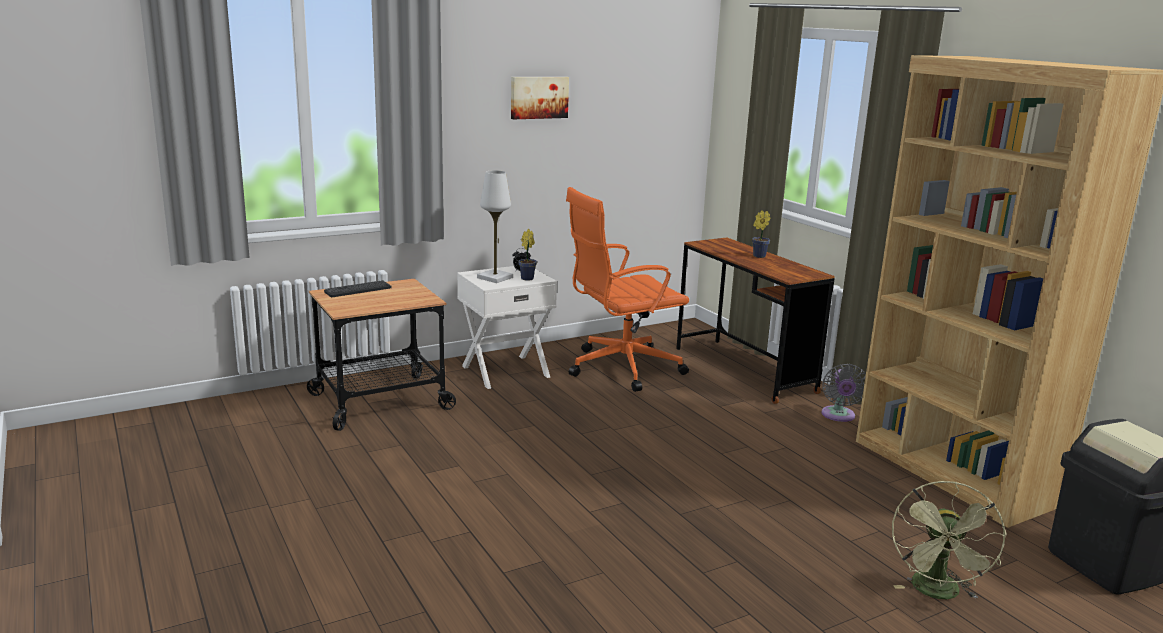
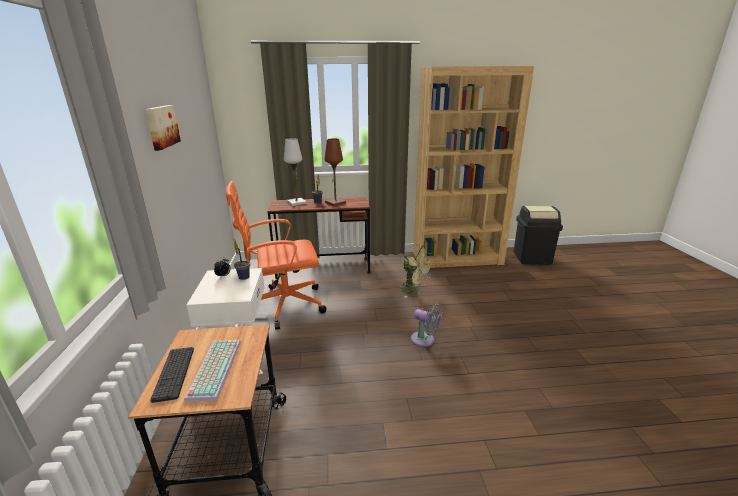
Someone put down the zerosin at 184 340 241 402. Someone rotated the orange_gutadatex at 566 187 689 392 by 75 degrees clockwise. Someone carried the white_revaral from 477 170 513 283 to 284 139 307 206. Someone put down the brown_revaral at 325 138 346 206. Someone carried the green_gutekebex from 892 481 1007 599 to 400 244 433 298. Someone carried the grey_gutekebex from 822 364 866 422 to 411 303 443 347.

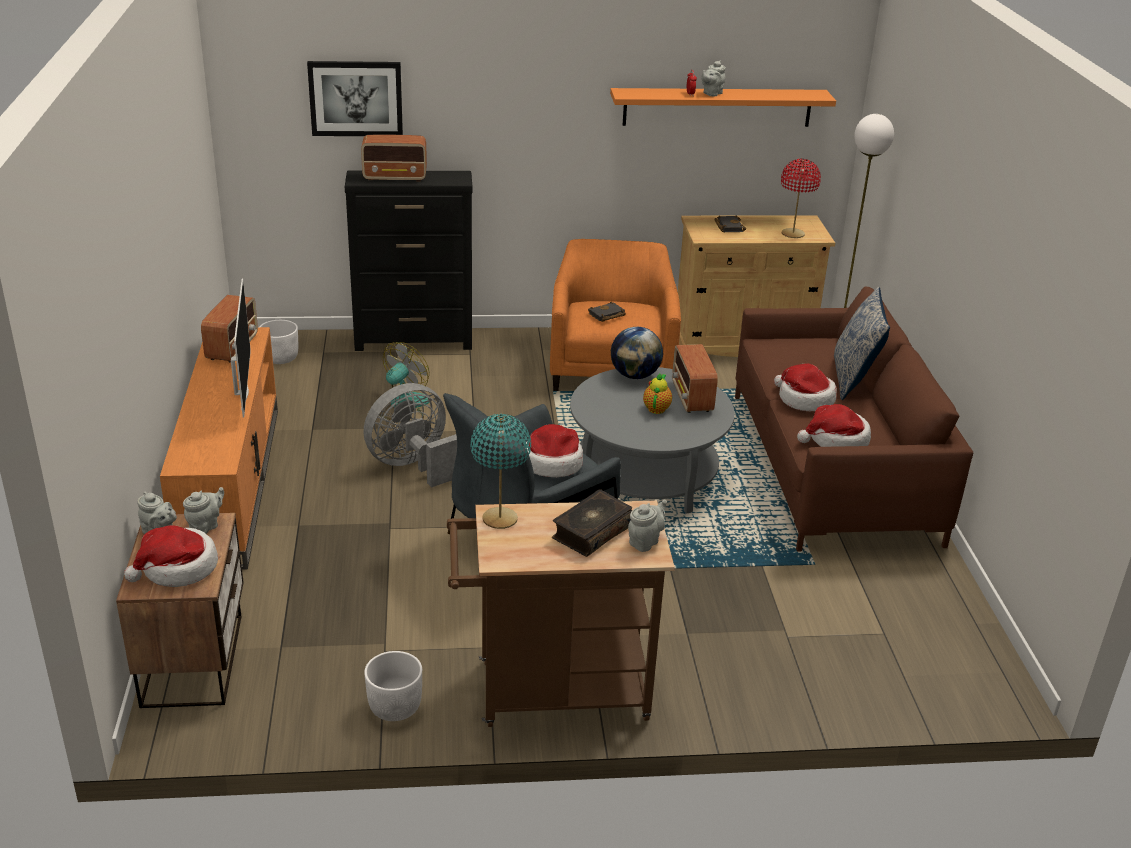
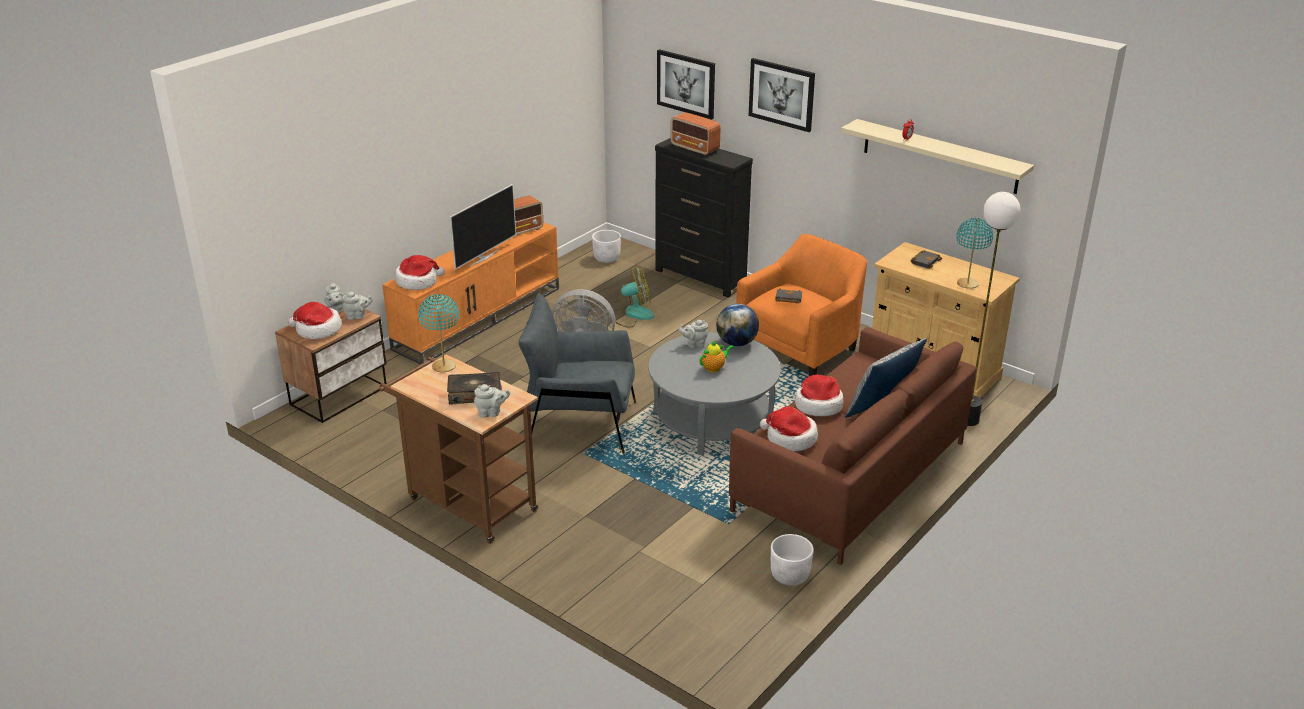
Someone carried the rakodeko from 526 424 583 477 to 395 255 445 290. Someone carried the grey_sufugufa from 701 60 726 96 to 679 320 708 348. Someone put up the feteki at 749 58 815 132. Someone carried the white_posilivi from 364 651 422 721 to 771 534 814 586. Someone repainted the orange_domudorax at 610 88 836 127, which became the beige_domudorax at 841 119 1034 194. Someone repainted the red_revaral at 781 159 821 238, which became the turquoise_revaral at 957 218 993 289. Someone took away the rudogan at 672 344 718 413.

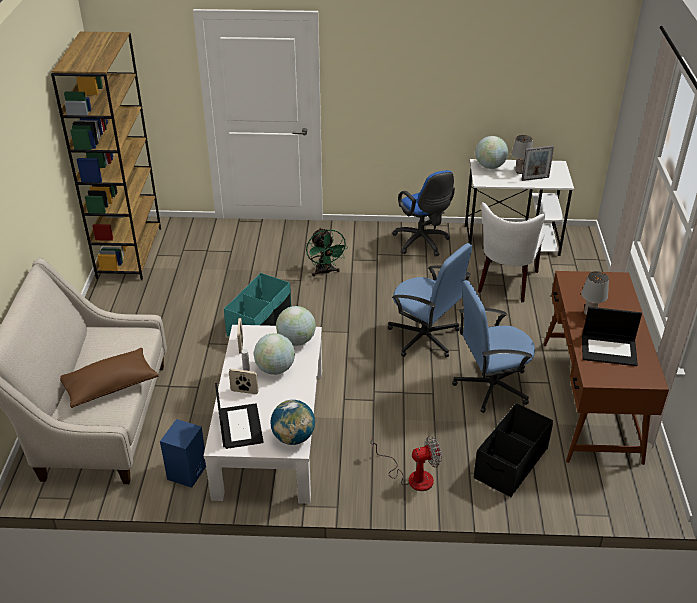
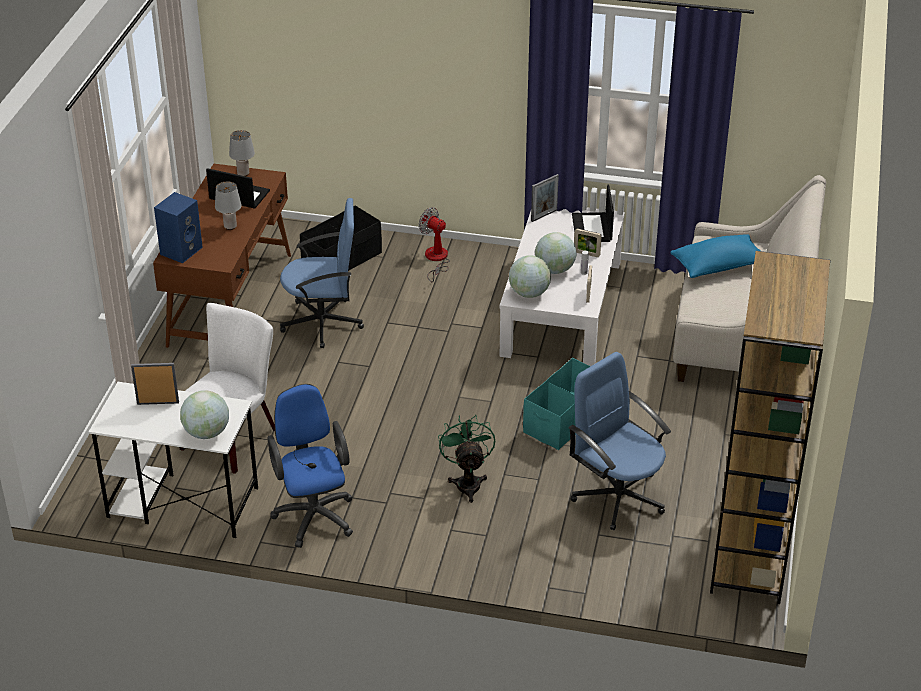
Someone carried the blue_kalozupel from 160 419 206 488 to 154 192 203 263. Someone carried the grey_revaral from 511 135 533 174 to 229 130 255 176. Someone rotated the gutekebex at 371 436 442 491 by 45 degrees clockwise. Someone swapped the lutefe at 270 400 315 445 for the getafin at 531 174 559 222. Someone carried the blue_gutadatex from 388 243 472 358 to 568 352 671 530. Someone repainted the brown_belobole at 60 348 159 408, which became the blue_belobole at 670 234 761 278.

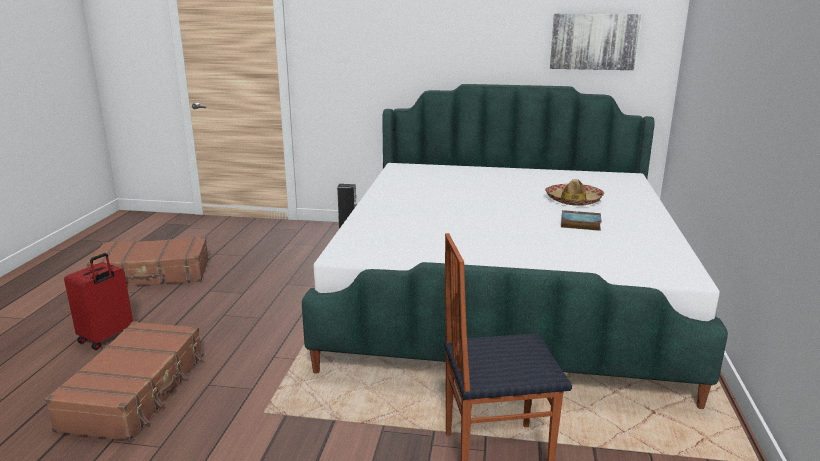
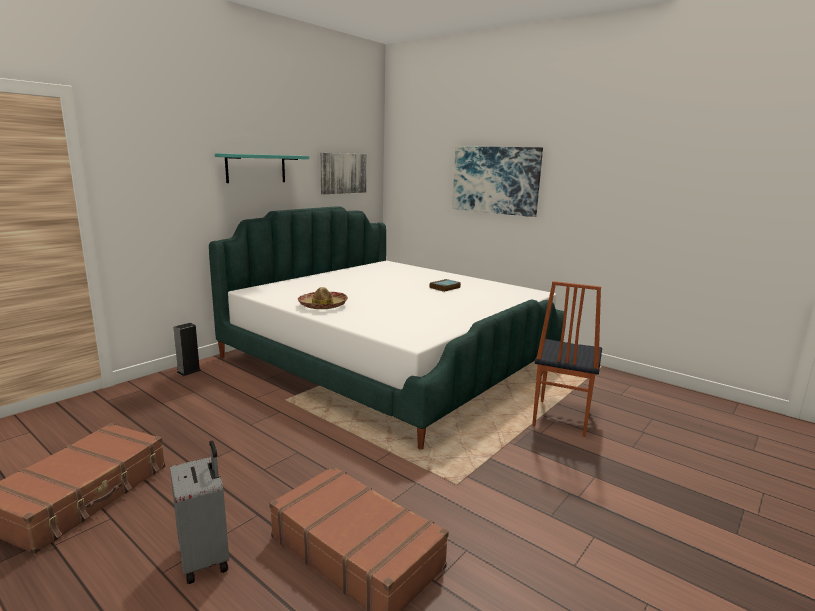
Someone repainted the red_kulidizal at 64 253 133 350, which became the grey_kulidizal at 170 441 229 584. Someone put up the turquoise_domudorax at 215 153 309 183. Someone carried the rakodeko from 545 179 604 206 to 298 287 348 309. Someone put up the feteki at 452 146 543 217.

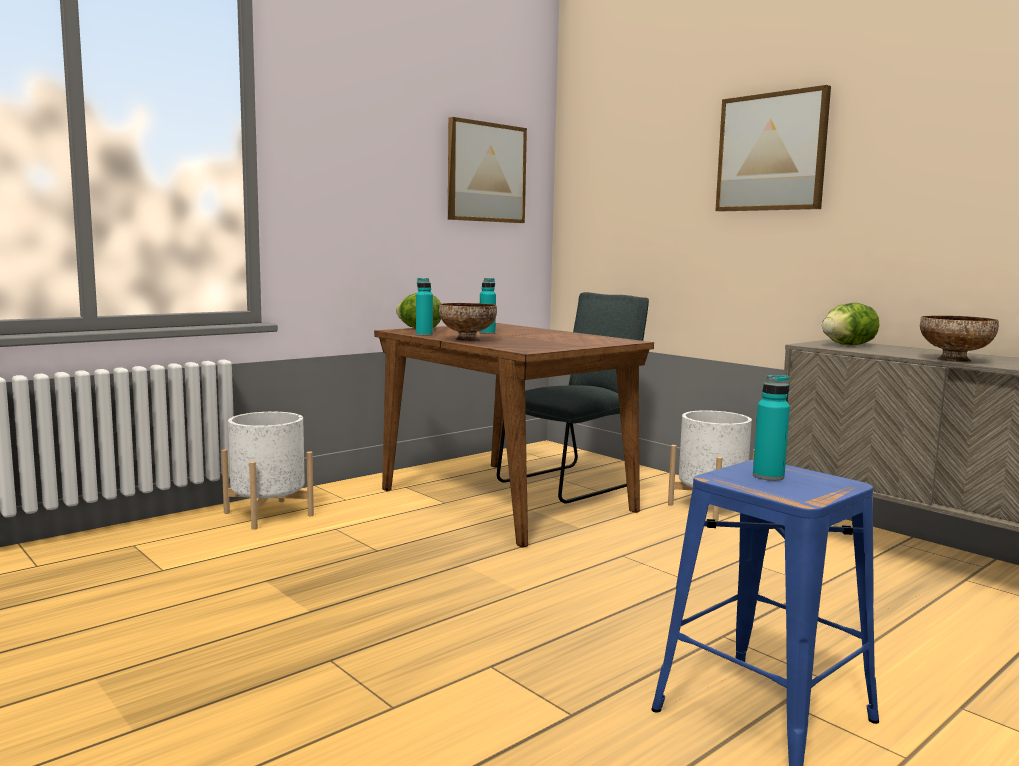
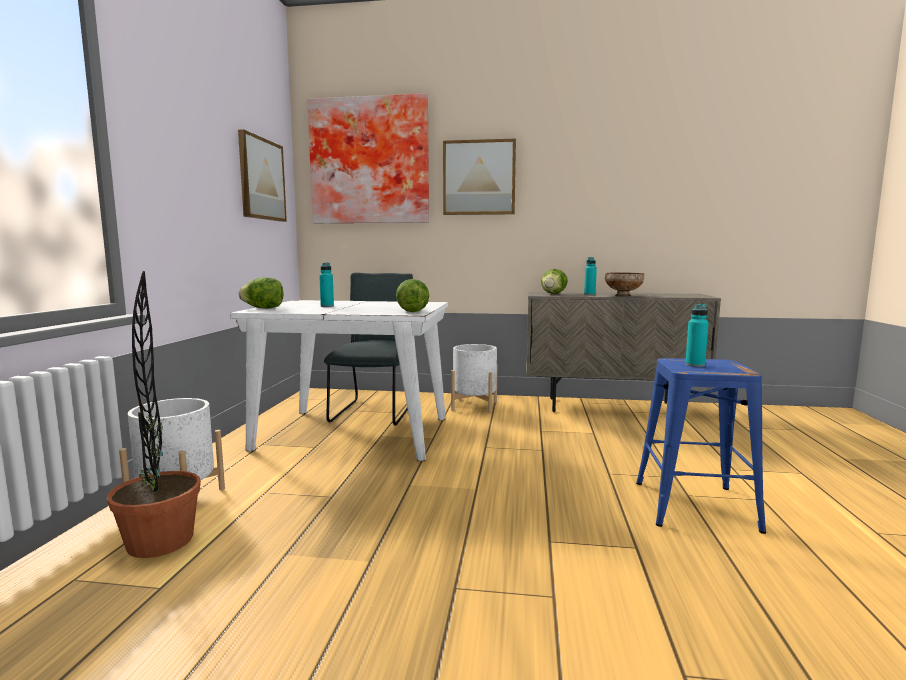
Someone put down the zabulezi at 107 271 201 558. Someone repainted the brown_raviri at 374 323 654 548, which became the white_raviri at 230 300 448 461. Someone put up the feteki at 307 93 429 223. Someone put down the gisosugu at 396 279 429 312. Someone carried the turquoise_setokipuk from 416 278 433 336 to 584 257 597 295. Someone took away the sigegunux at 439 303 497 341.

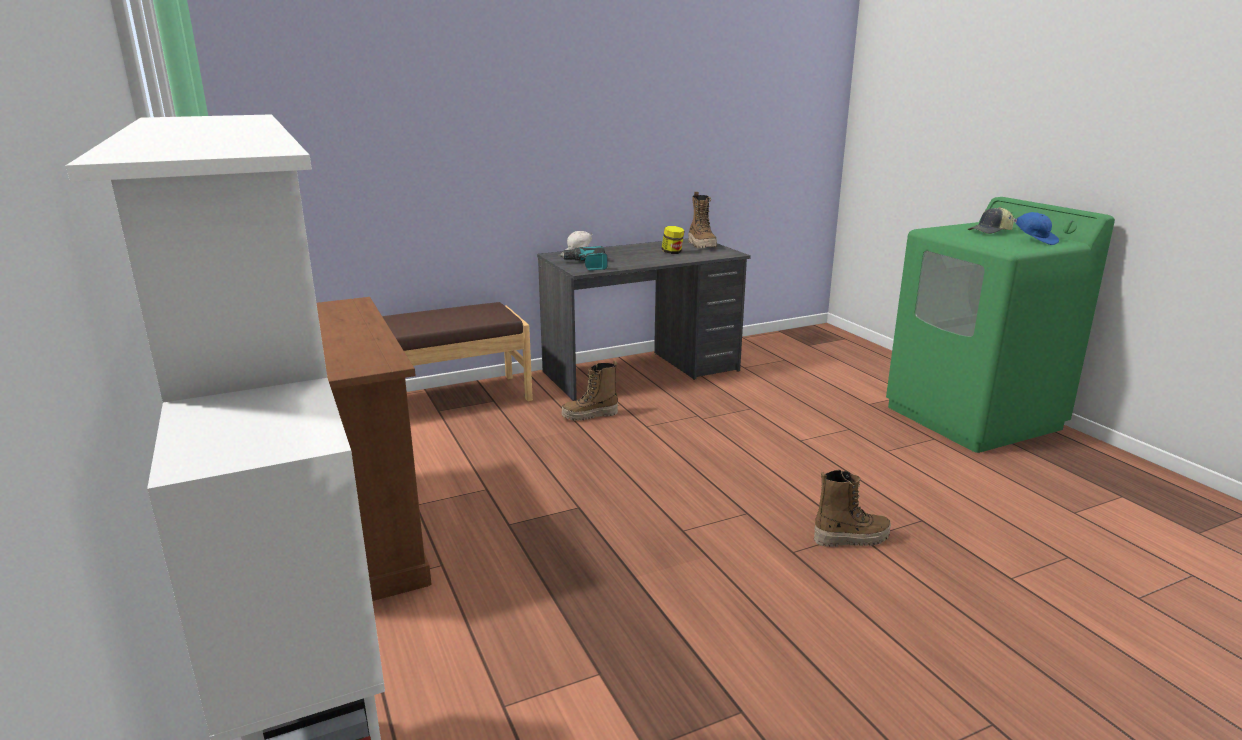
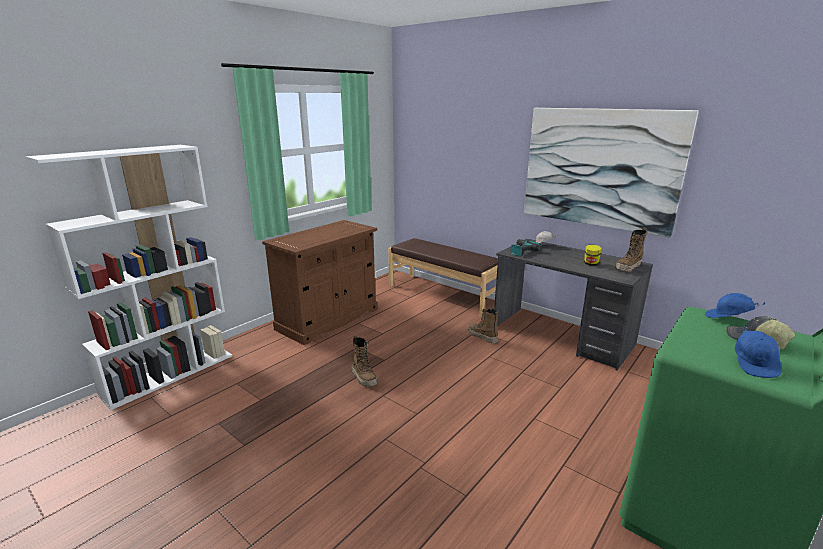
Someone carried the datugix from 814 470 891 547 to 352 335 377 387. Someone put up the feteki at 524 108 699 238. Someone put down the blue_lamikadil at 705 293 765 318.

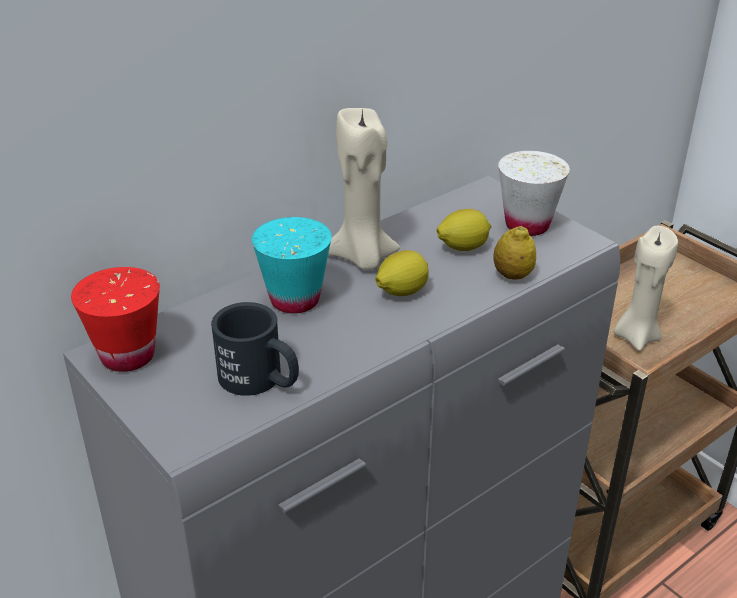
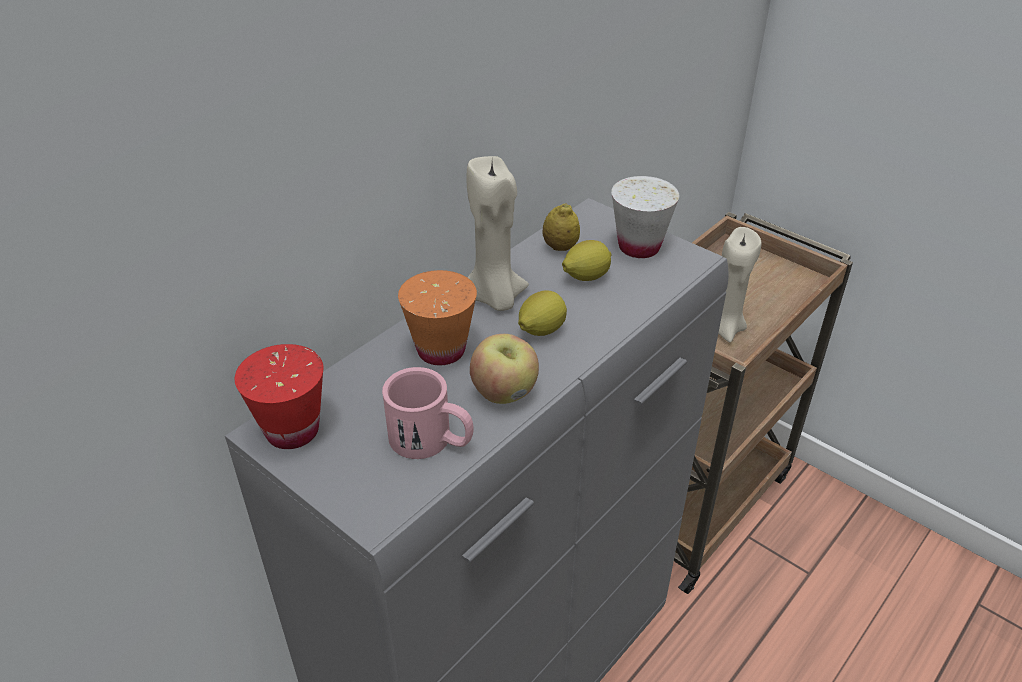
Someone repainted the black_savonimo at 211 302 299 396, which became the pink_savonimo at 382 367 474 459. Someone repainted the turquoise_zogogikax at 252 217 332 313, which became the orange_zogogikax at 398 270 477 365. Someone put down the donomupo at 470 334 539 404. Someone carried the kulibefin from 493 226 536 280 to 543 203 580 251.

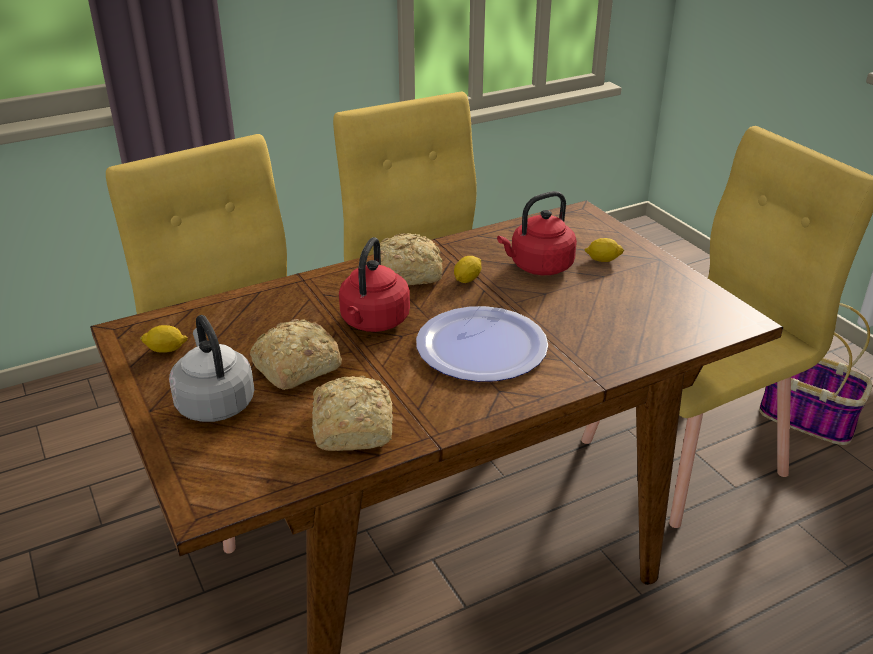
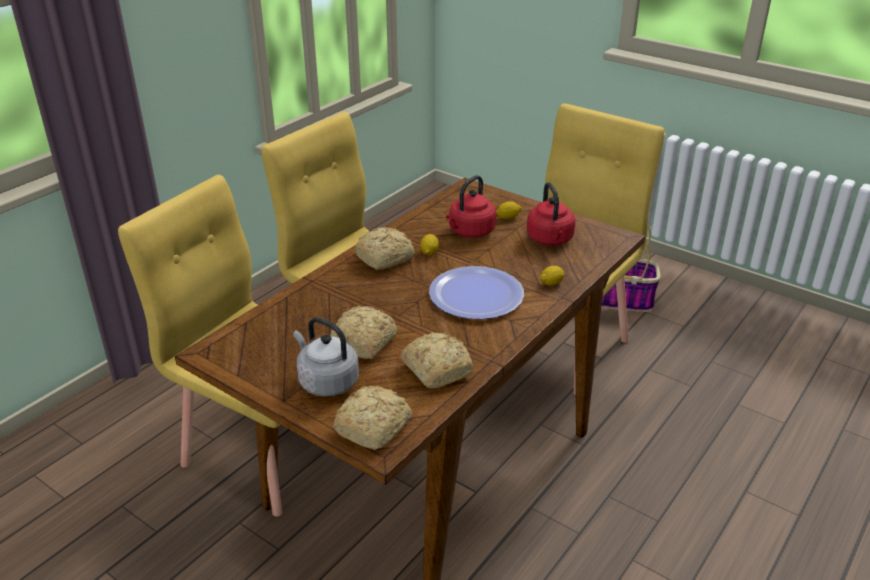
Someone put down the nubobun at 333 386 412 450. Someone carried the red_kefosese from 339 237 410 332 to 527 182 576 246. Someone carried the kulibefin from 140 325 188 353 to 540 266 564 286.

